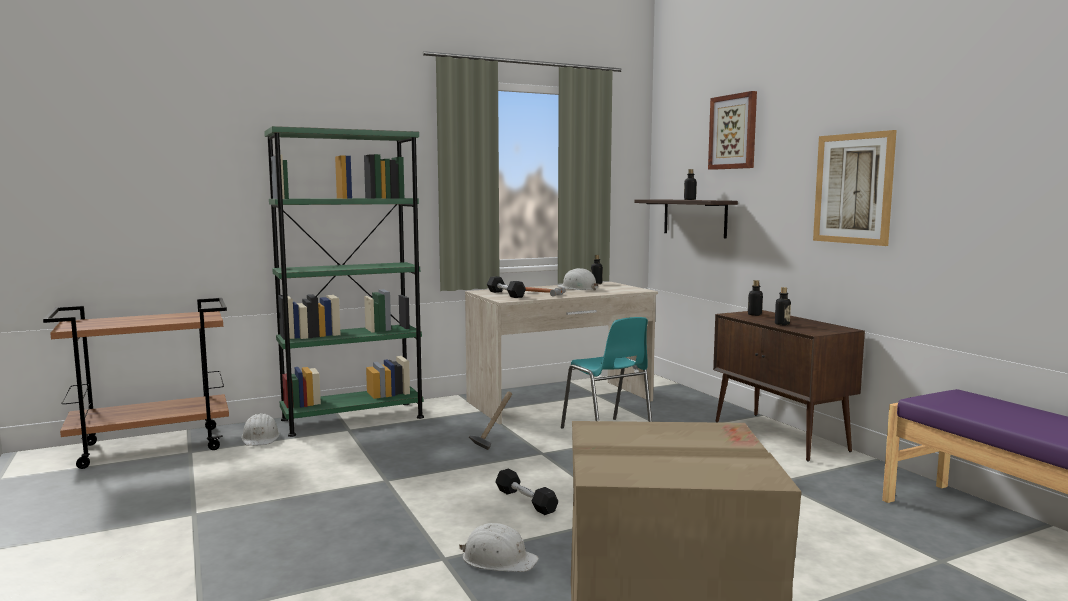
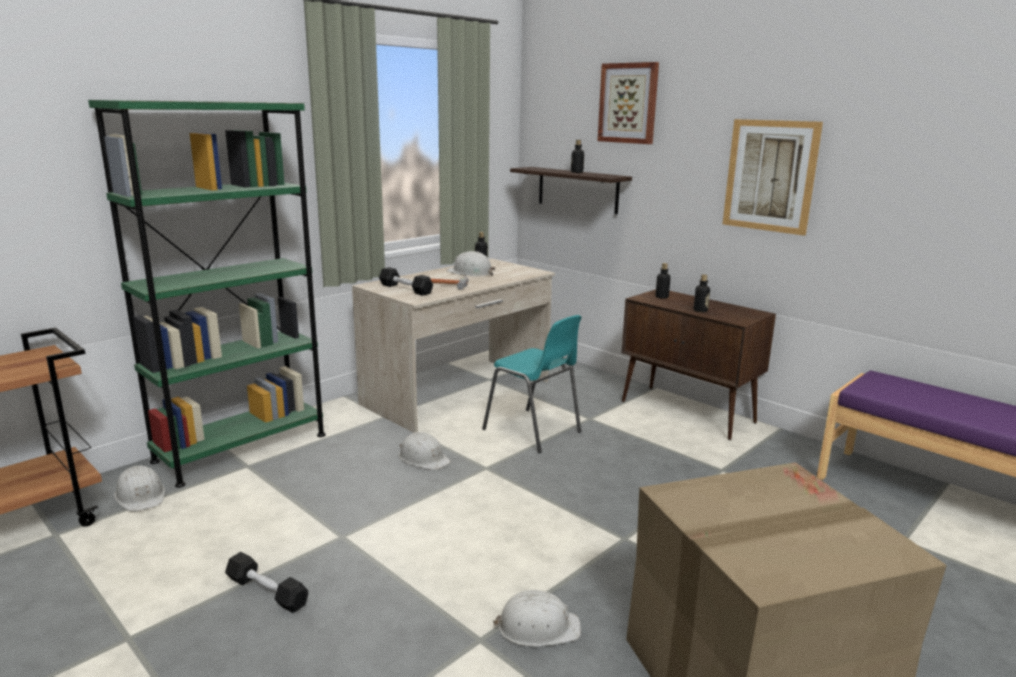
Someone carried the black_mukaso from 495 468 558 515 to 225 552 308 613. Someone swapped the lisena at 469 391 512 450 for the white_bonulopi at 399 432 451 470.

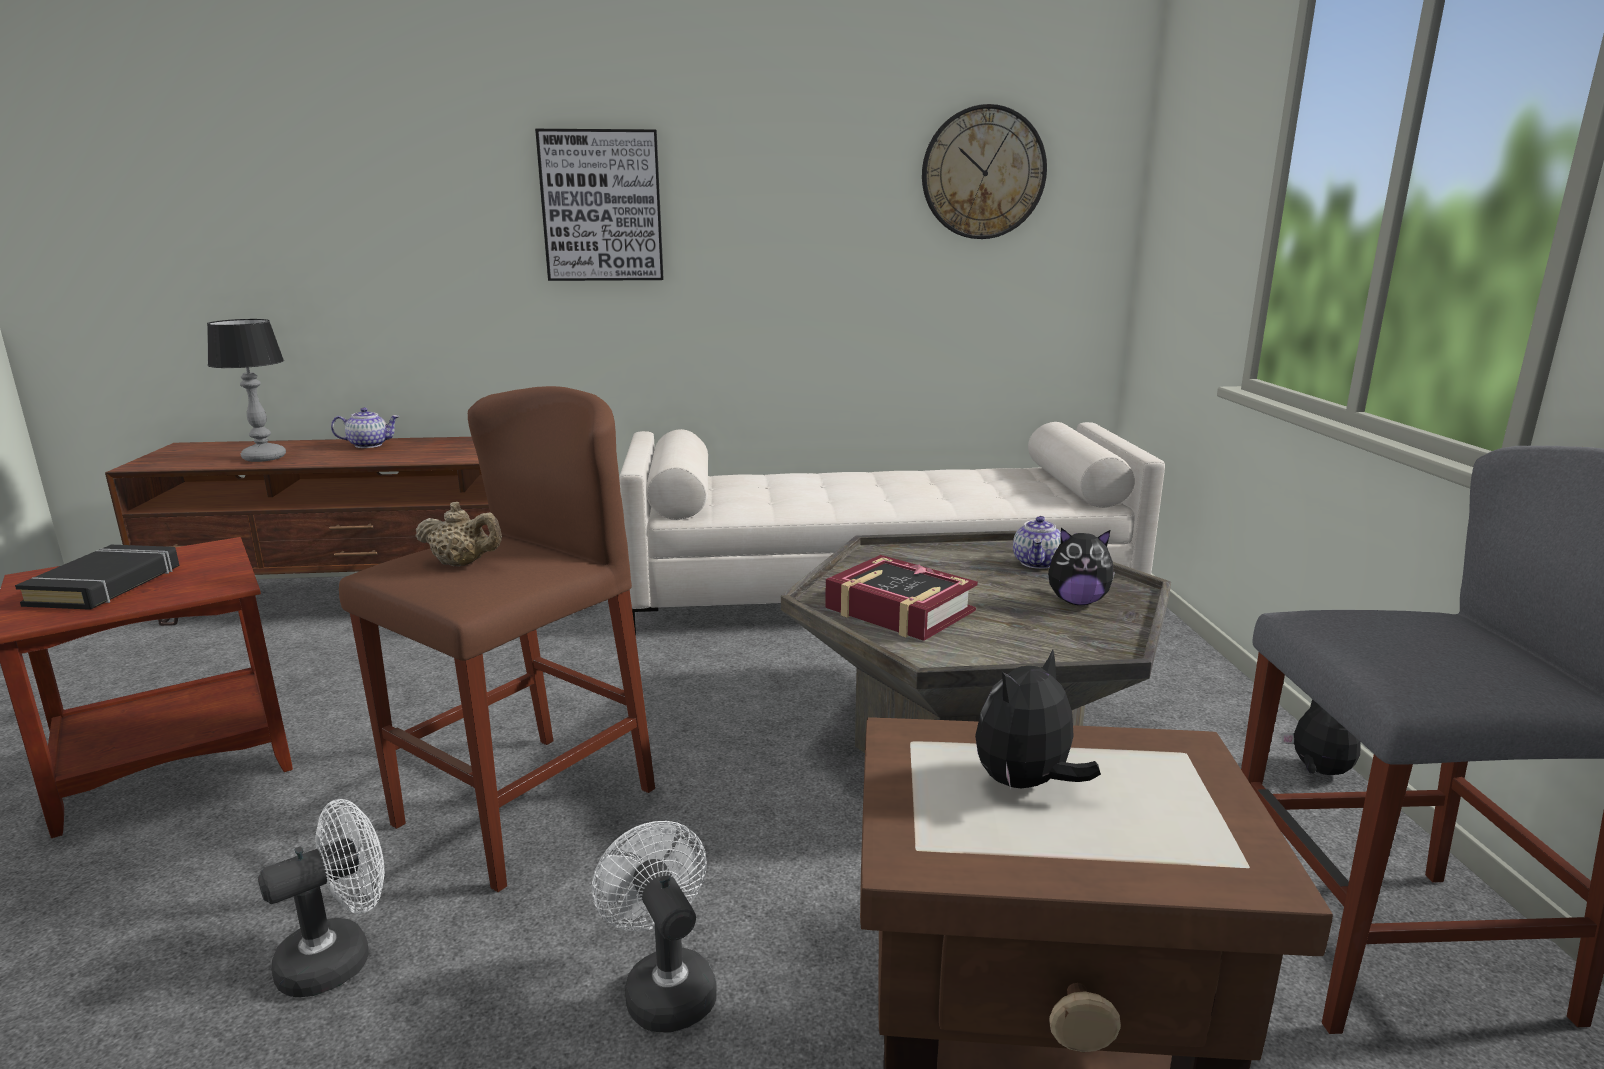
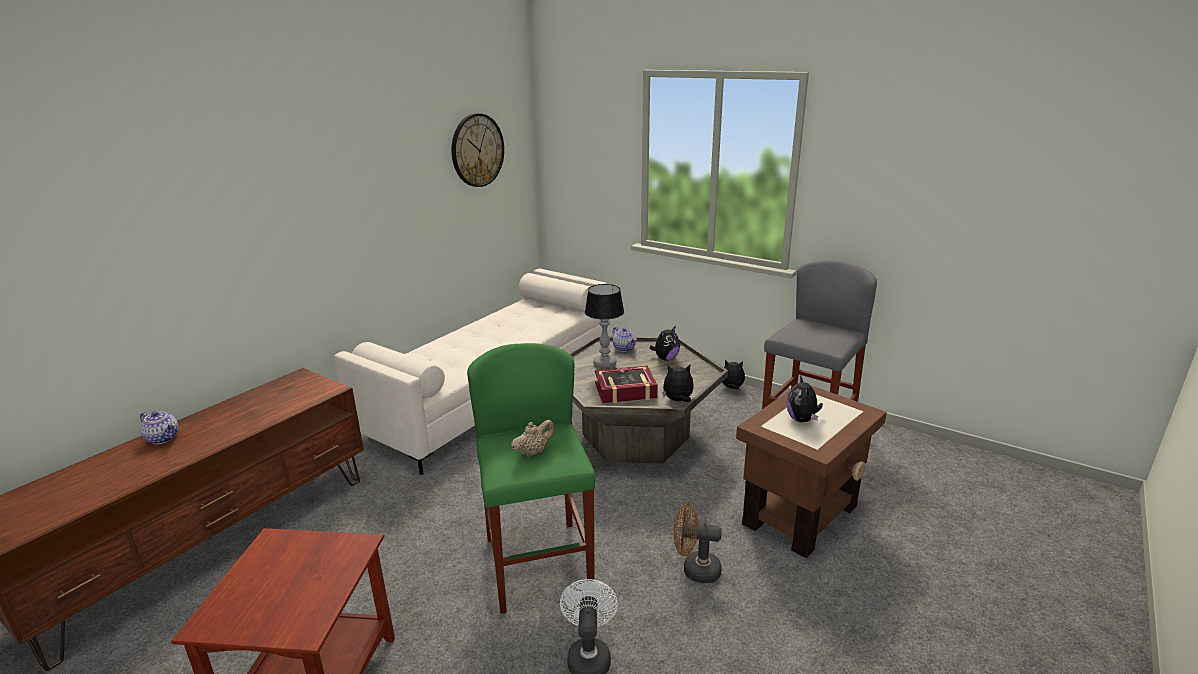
Someone rotated the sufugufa at 331 408 400 448 by 90 degrees clockwise. Someone repainted the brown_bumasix at 339 386 655 892, which became the green_bumasix at 467 343 595 613. Someone carried the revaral from 207 319 286 462 to 585 284 624 368. Someone put down the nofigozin at 663 365 694 402. Someone repainted the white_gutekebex at 592 821 717 1033, which became the brown_gutekebex at 673 504 722 583. Someone took away the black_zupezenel at 15 545 179 610. Someone took away the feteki at 535 129 664 281.

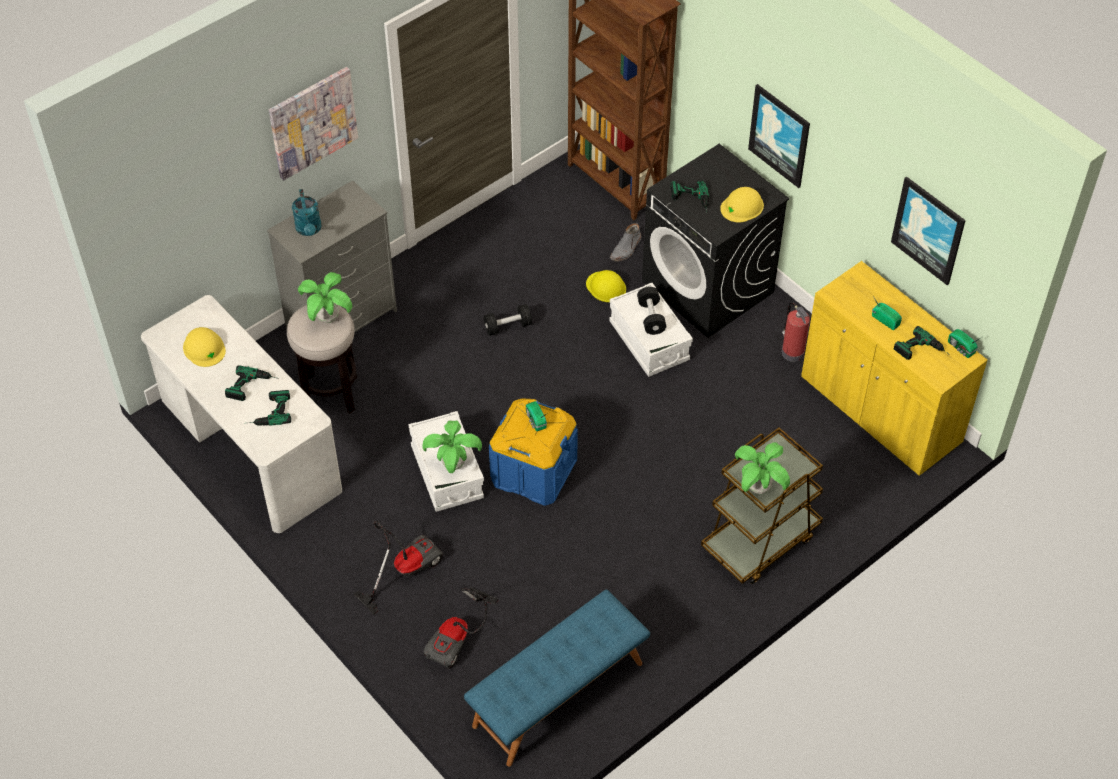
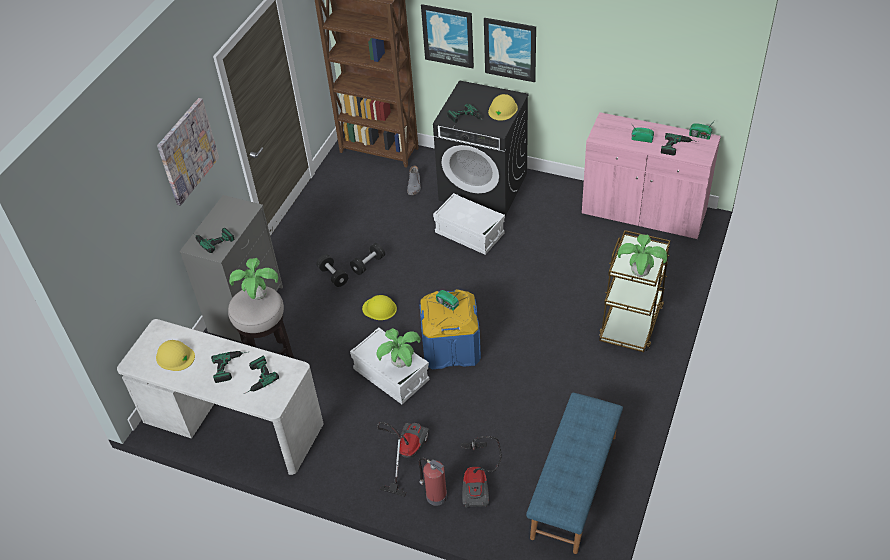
Someone swapped the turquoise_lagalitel at 292 189 322 236 for the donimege at 193 228 234 253. Someone carried the black_mukaso from 637 287 666 335 to 317 254 348 287. Someone carried the yellow_bonulopi from 586 270 626 302 to 362 295 397 320. Someone carried the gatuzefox from 782 302 810 362 to 419 457 447 506. Someone carried the feteki from 891 177 966 285 to 421 4 474 68. Someone repainted the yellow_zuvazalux at 801 261 988 476, which became the pink_zuvazalux at 582 112 721 239.

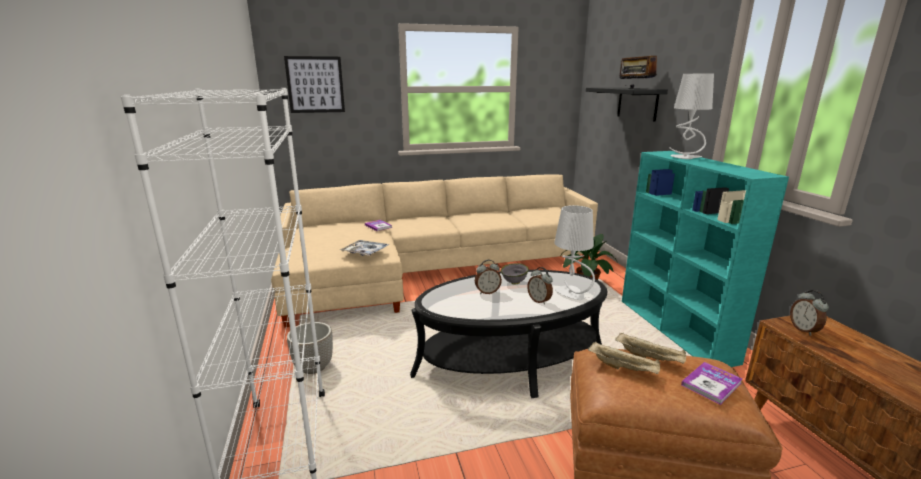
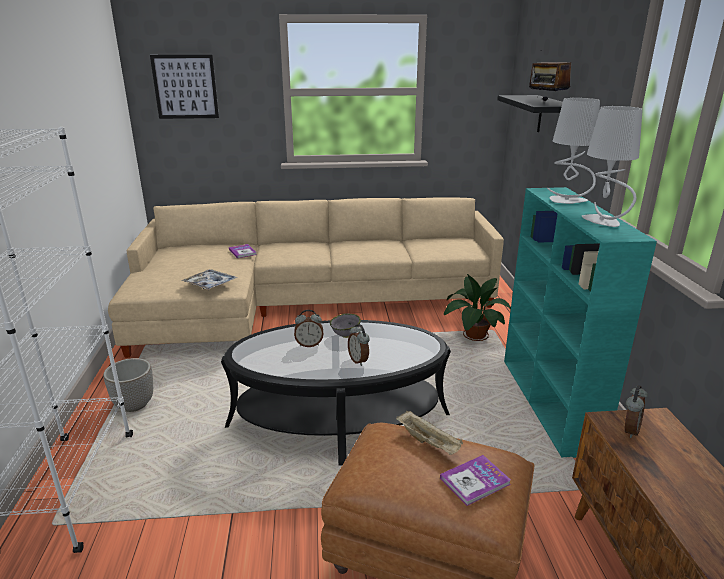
Someone carried the grey_revaral from 554 205 595 300 to 582 106 643 227. Someone rotated the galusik at 790 290 829 336 by 150 degrees counterclockwise. Someone took away the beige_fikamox at 588 342 660 374.

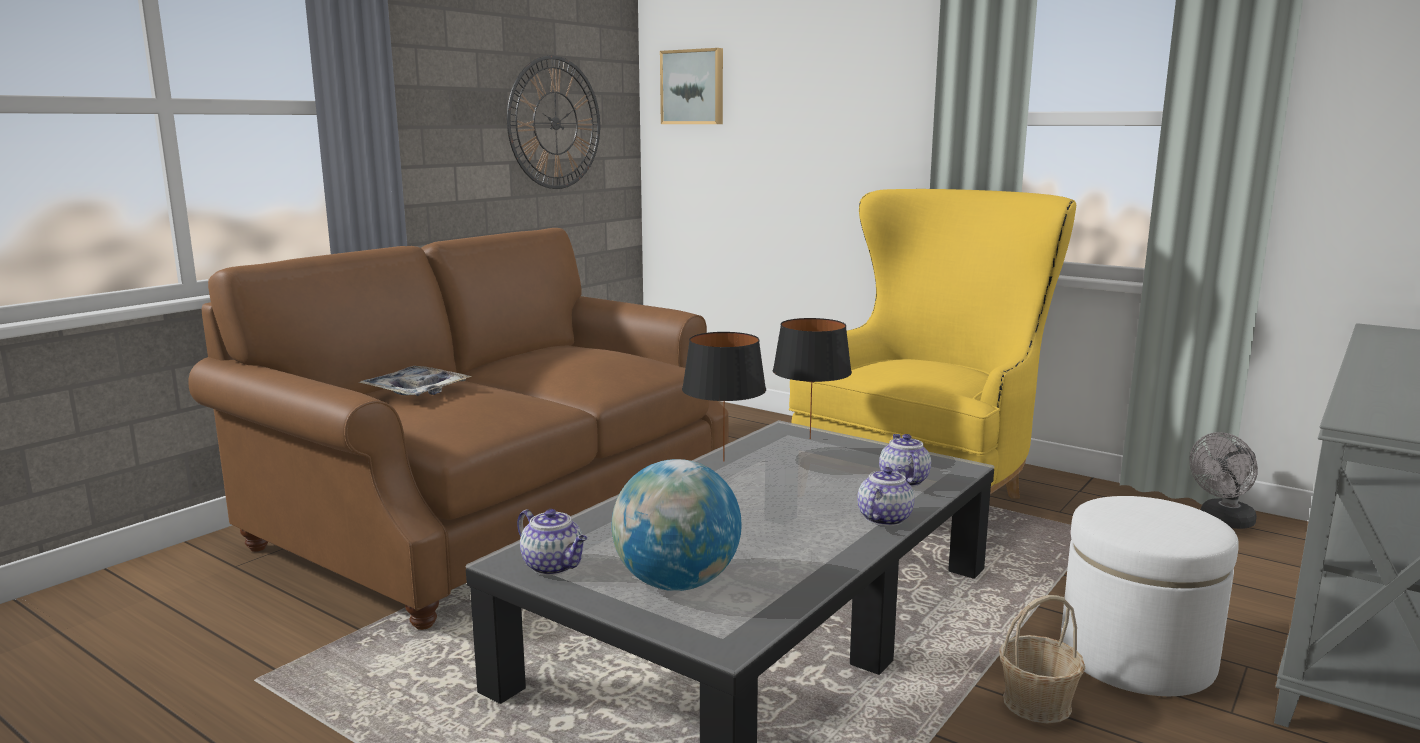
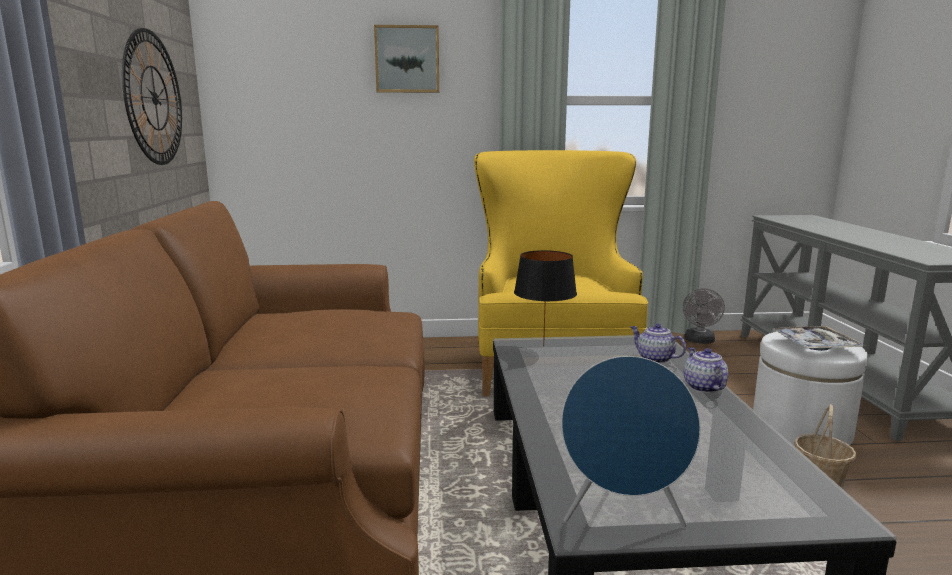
Someone carried the feteki from 660 48 723 124 to 374 25 439 93. Someone swapped the sufugufa at 517 509 587 575 for the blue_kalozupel at 561 356 700 527. Someone carried the fikamox from 359 366 472 396 to 773 326 866 351. Someone took away the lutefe at 611 459 742 591. Someone took away the black_revaral at 682 332 766 462.

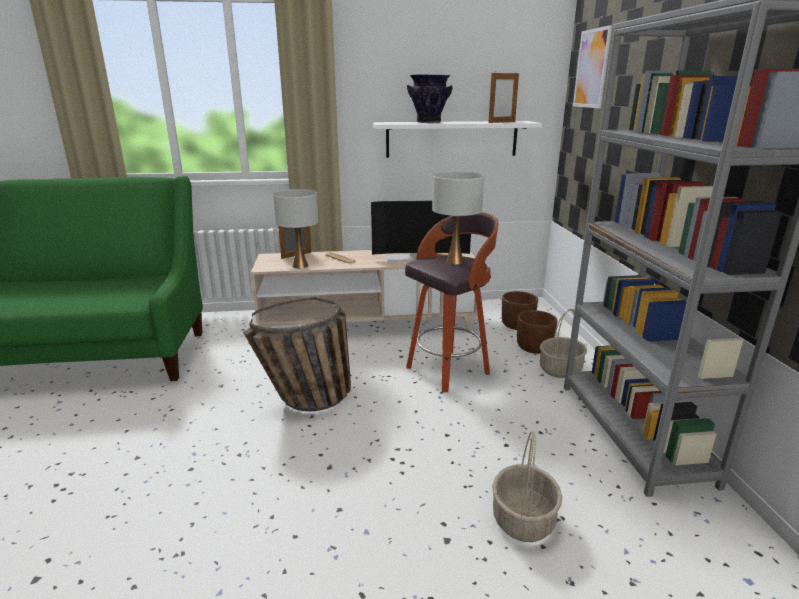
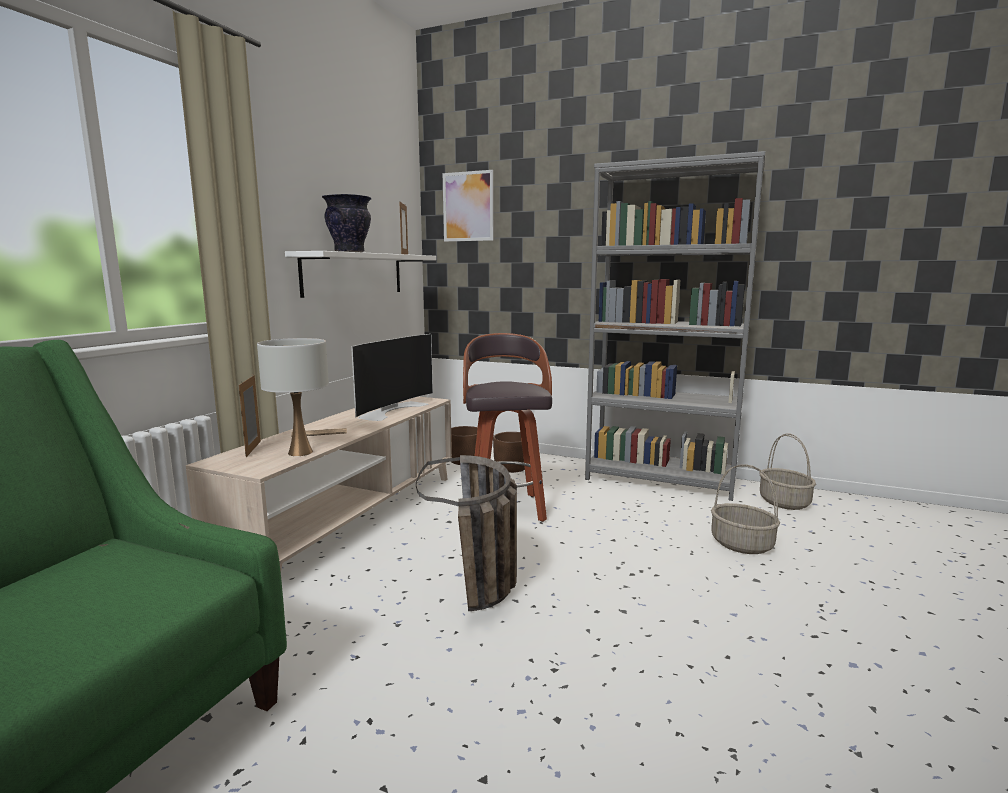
Someone carried the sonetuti from 540 309 587 378 to 760 433 816 510. Someone took away the white_revaral at 432 171 484 265.

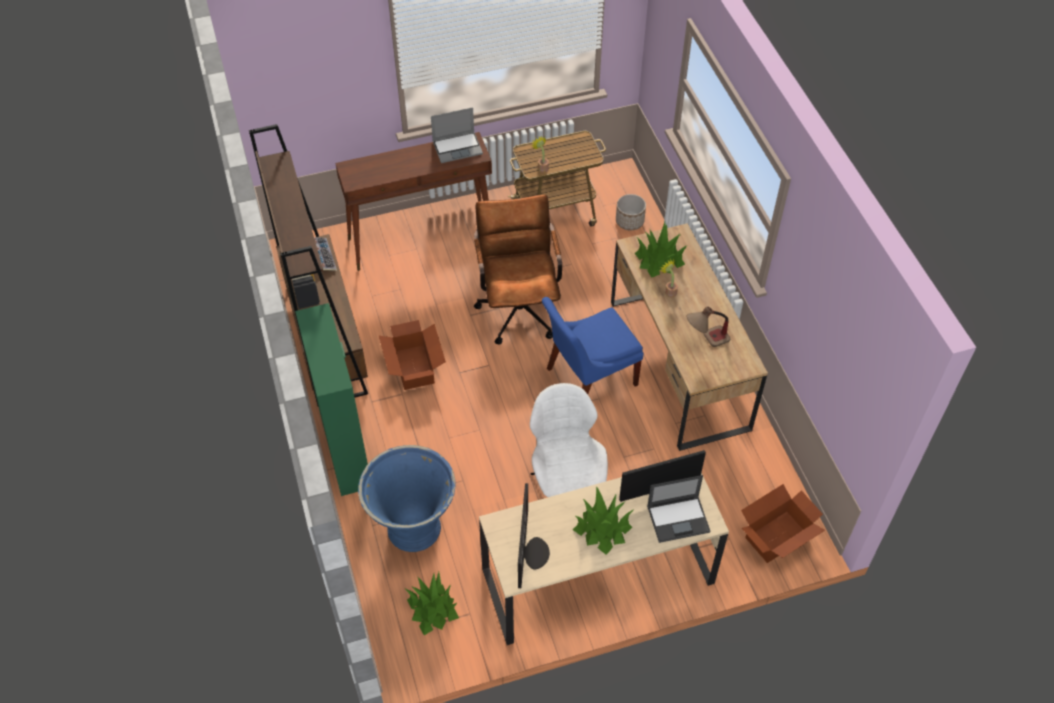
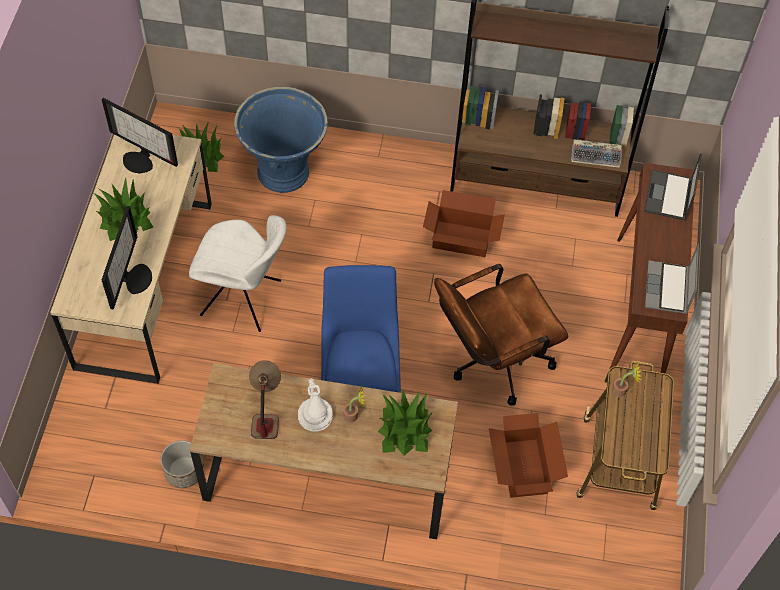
Someone carried the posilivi from 616 194 646 230 to 161 440 198 488. Someone put down the white_revaral at 298 378 333 432. Someone rotated the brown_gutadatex at 474 195 562 344 by 135 degrees clockwise. Someone carried the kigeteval from 741 484 825 563 to 489 413 568 498. Someone carried the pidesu from 647 475 711 543 to 644 153 702 221. Someone took away the green_zuvazalux at 295 303 368 496.

